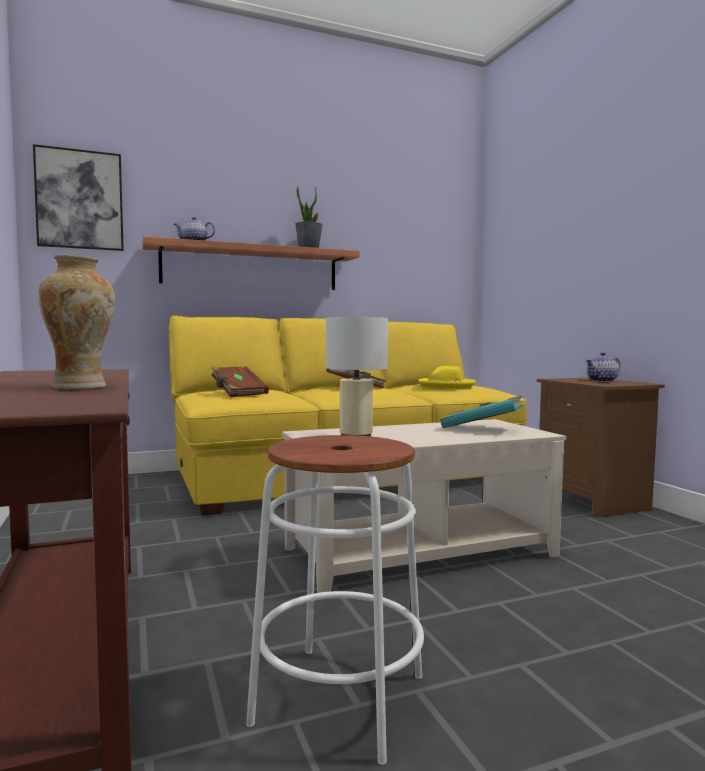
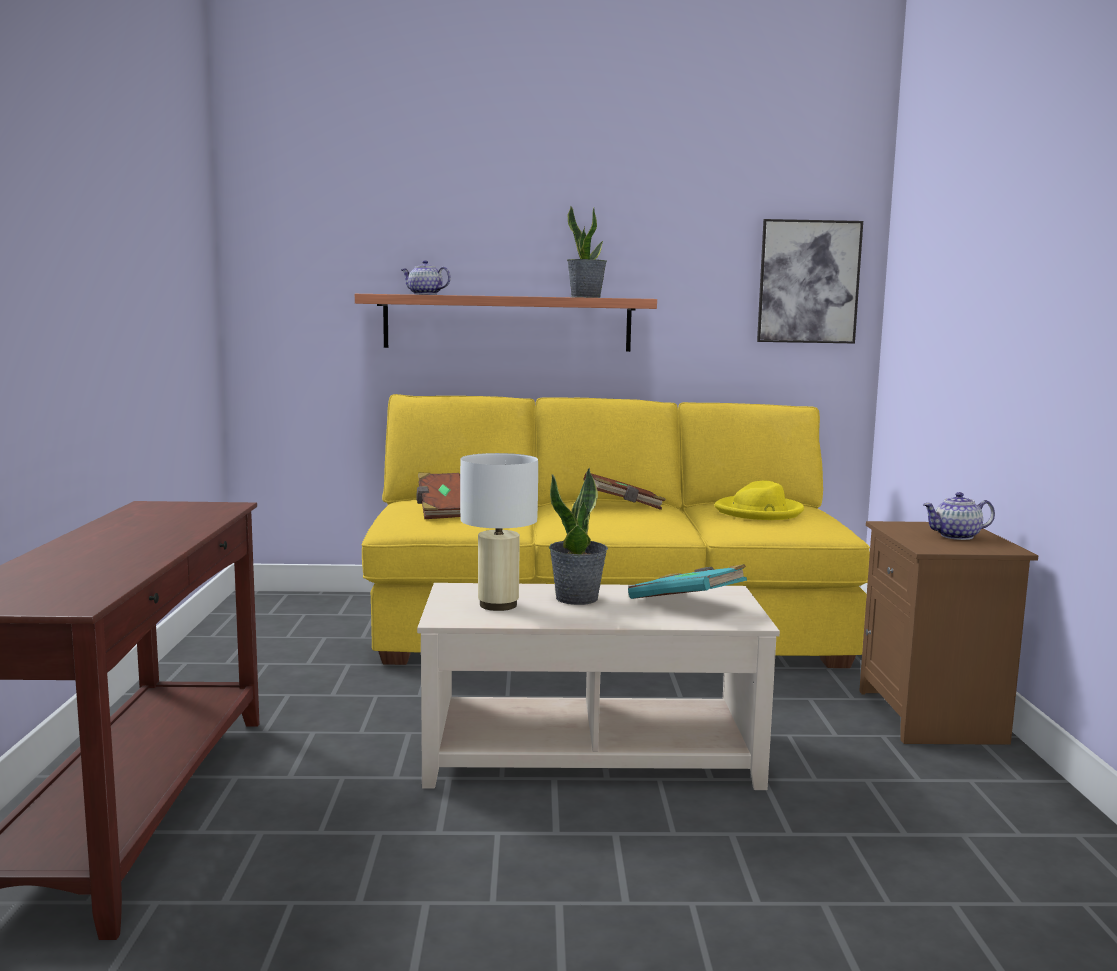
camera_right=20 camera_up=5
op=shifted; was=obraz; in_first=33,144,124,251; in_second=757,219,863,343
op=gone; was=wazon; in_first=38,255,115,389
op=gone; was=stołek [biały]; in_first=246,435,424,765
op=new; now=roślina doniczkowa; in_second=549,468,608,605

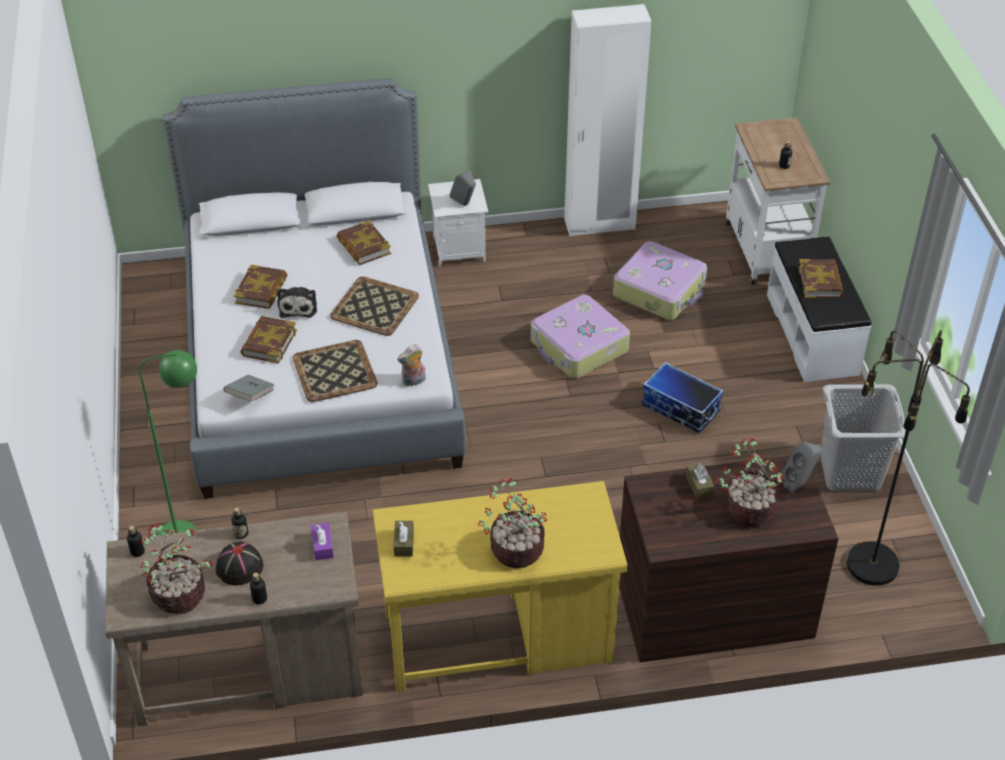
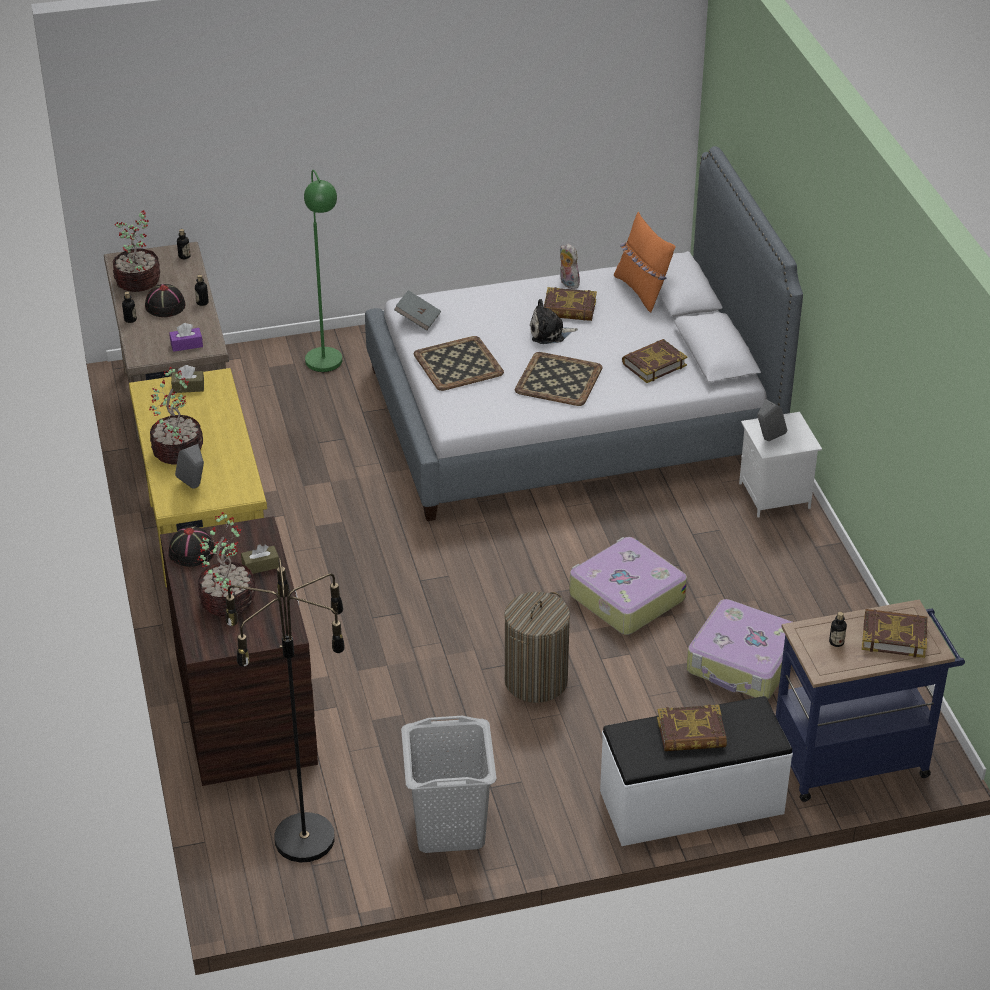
camera_right=85 camera_up=-5
op=shifted; was=książka; in_first=241,316,297,364; in_second=862,609,928,658
op=shifted; was=pluszak; in_first=397,344,426,387; in_second=560,244,580,289
op=gone; was=szafa [biały]; in_first=564,4,651,236
op=swapped; was=pojemnik do przechowywania; now=kosz na pranie; in_first=642,362,724,433; in_second=504,592,570,703
op=repainted; was=wózek [biały]; now=wózek [niebieski]; in_first=726,118,830,285; in_second=776,599,965,802
op=shifted; was=głośnik [szary]; in_first=781,442,822,493; in_second=175,444,204,489
op=new; now=kapelusz [czarny]; in_second=168,526,215,567
op=new; now=poduszka [pomarańczowy]; in_second=614,212,676,312

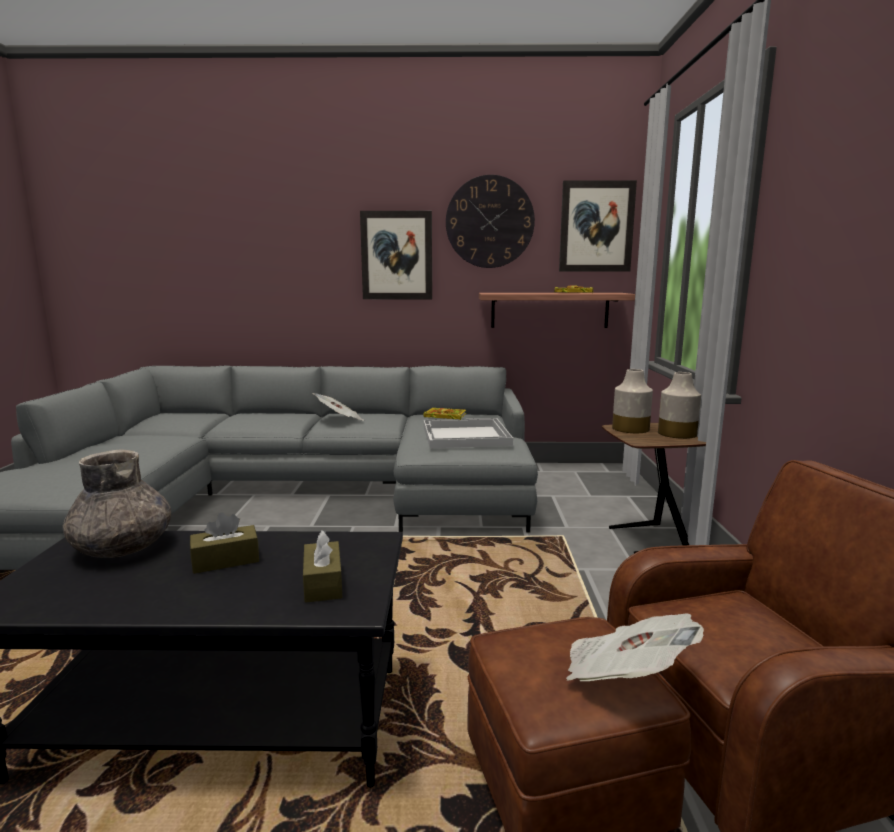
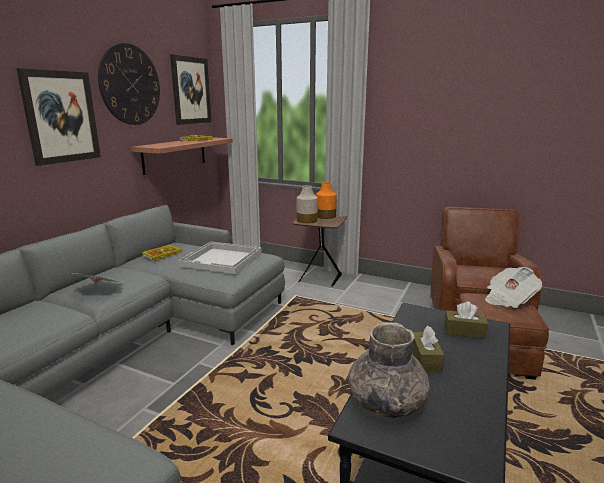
camera_right=-65 camera_up=5
op=repainted; was=wazon [beżowy]; now=wazon [pomarańczowy]; in_first=658,372,701,439; in_second=316,182,337,219

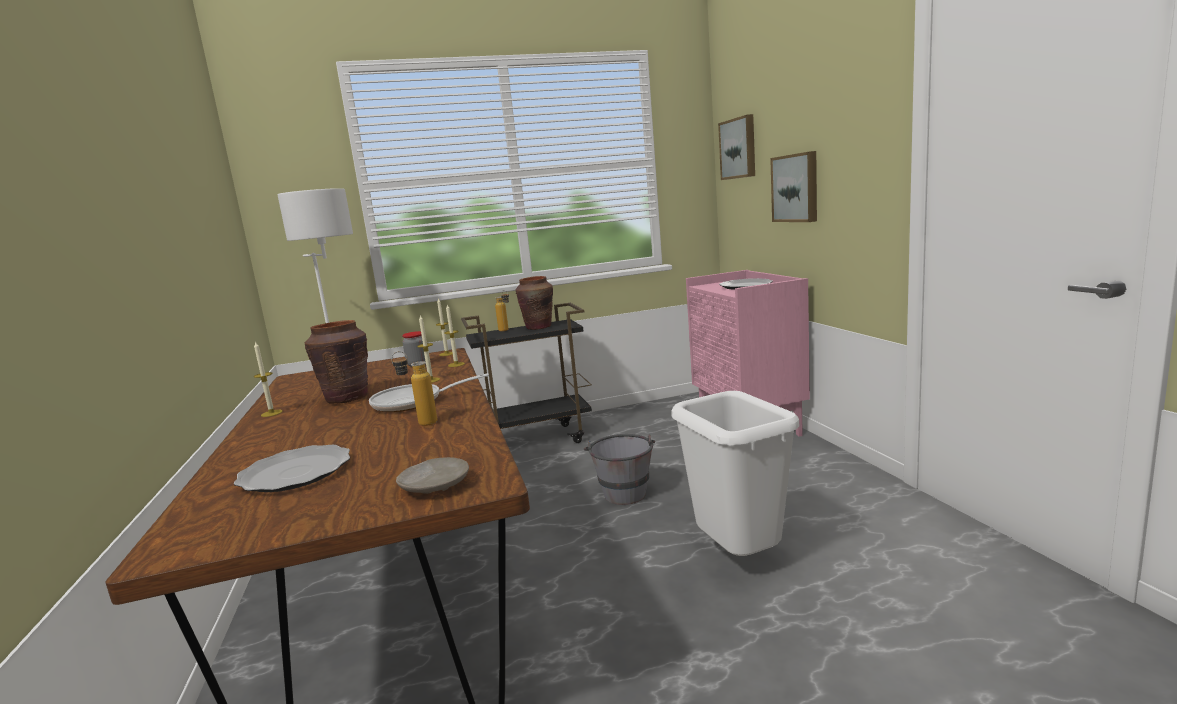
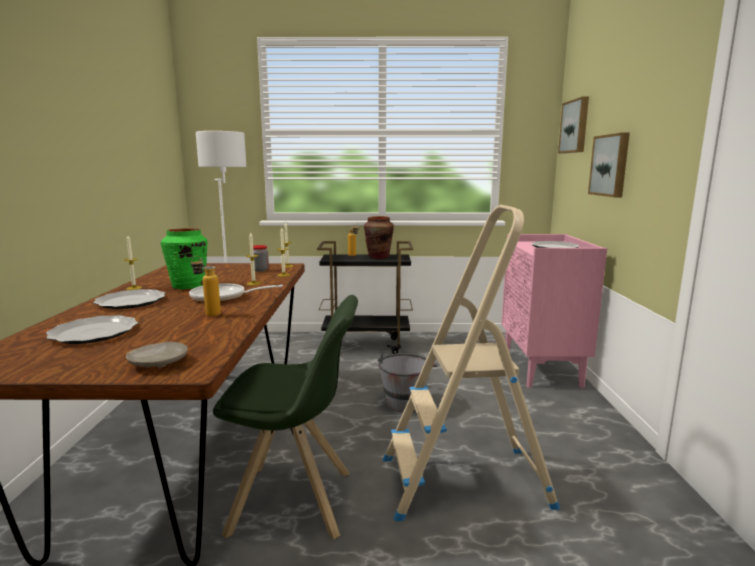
camera_right=15 camera_up=0
op=repainted; was=wazon [brązowy]; now=wazon [zielony]; in_first=305,320,368,403; in_second=160,228,208,289
op=swapped; was=kosz na śmieci [biały]; now=drabinka [beżowy]; in_first=671,391,799,556; in_second=383,205,560,521
op=new; now=talerz; in_second=93,289,165,309
op=new; now=krzesło [zielony]; in_second=213,295,358,539

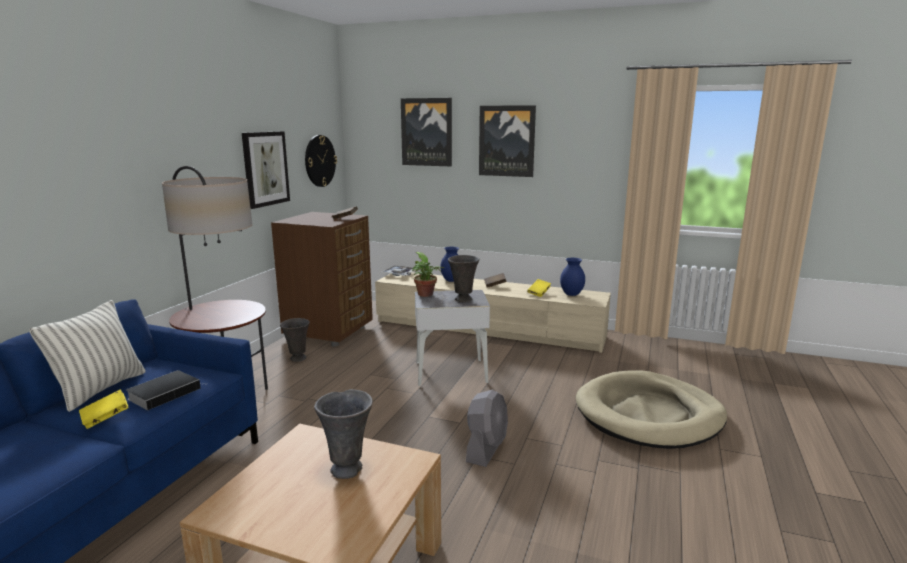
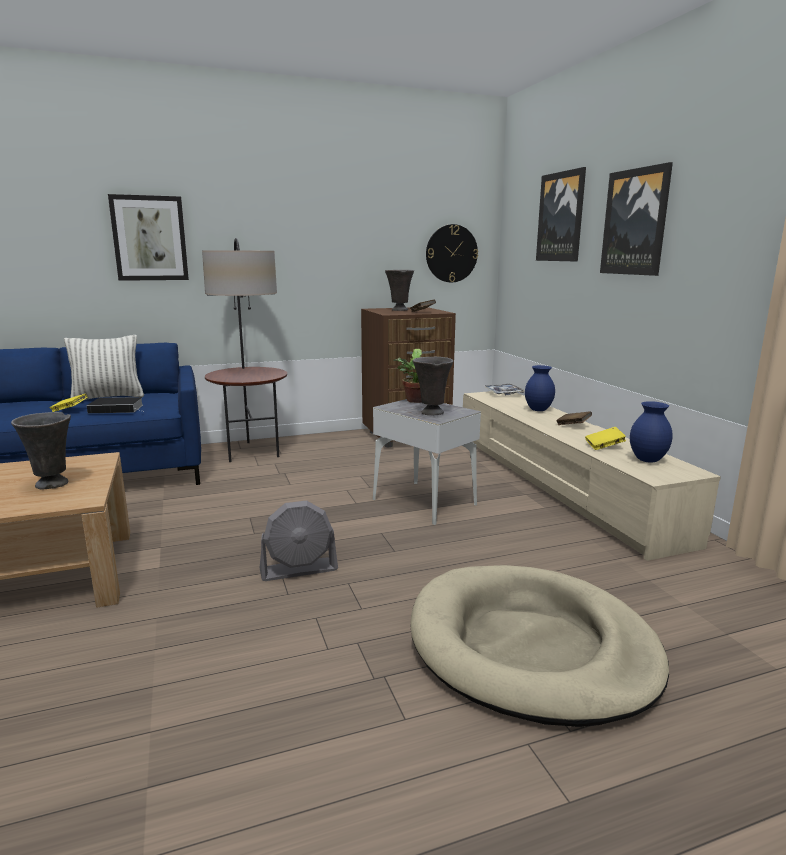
camera_right=50 camera_up=0
op=shifted; was=obraz; in_first=242,131,290,209; in_second=108,194,189,281
op=shifted; was=wazon [szary]; in_first=280,318,310,362; in_second=385,270,414,311

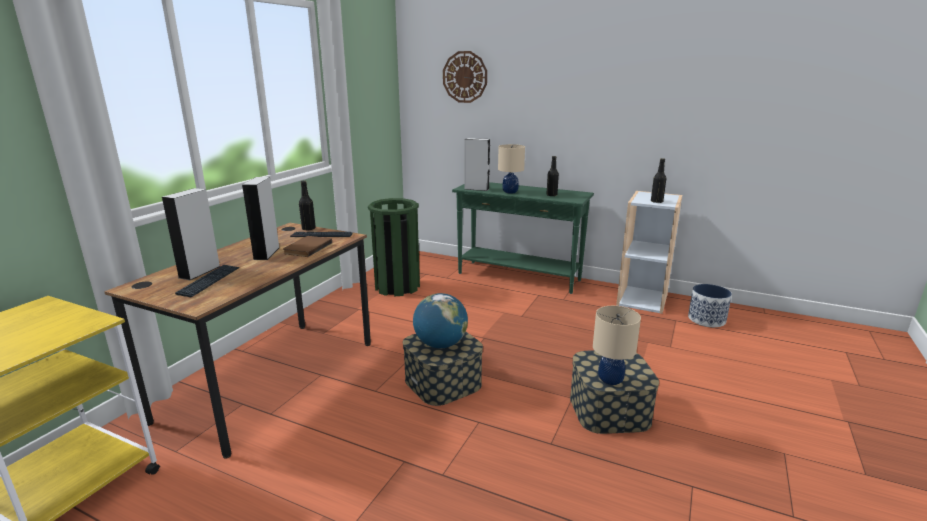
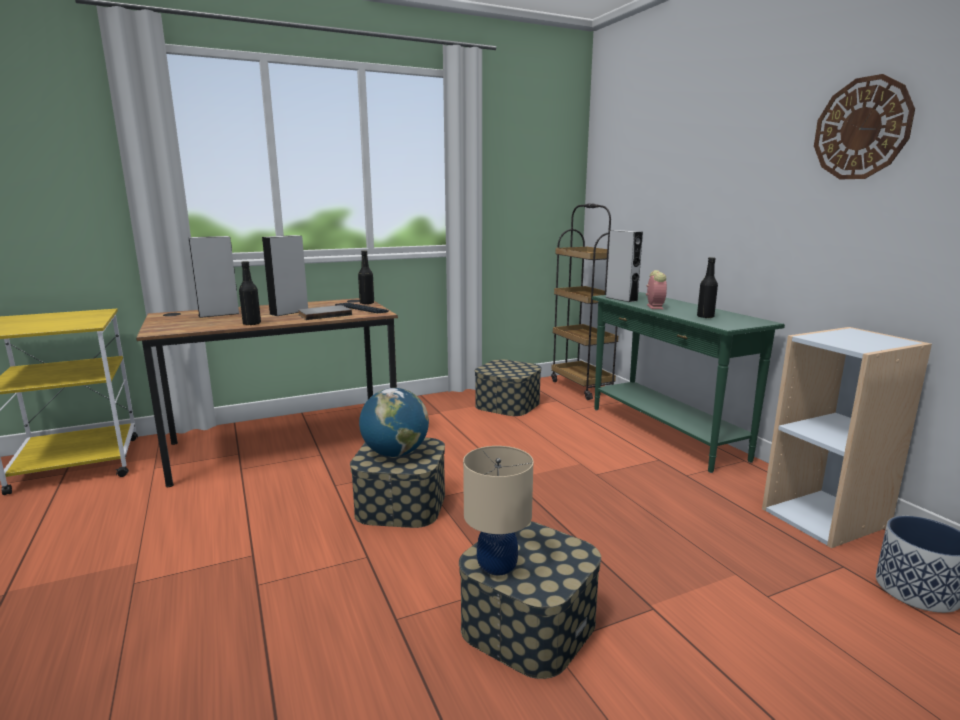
camera_right=40 camera_up=-5
op=gone; was=klawiatura; in_first=175,265,239,297
op=repainted; was=książka [brązowy]; now=książka [szary]; in_first=283,236,332,257; in_second=298,305,352,320
op=swapped; was=kosz na śmieci [zielony]; now=pojemnik do przechowywania; in_first=368,198,420,297; in_second=475,360,542,416
op=shifted; was=zegar ścienny; in_first=443,51,487,103; in_second=814,74,915,179
op=swapped; was=lampa stołowa [beżowy]; now=budzik; in_first=498,144,525,194; in_second=646,270,667,309
op=shifted; was=butelka [czarny]; in_first=651,158,666,203; in_second=239,261,261,325
op=new; now=wózek [brązowy]; in_second=551,203,618,400

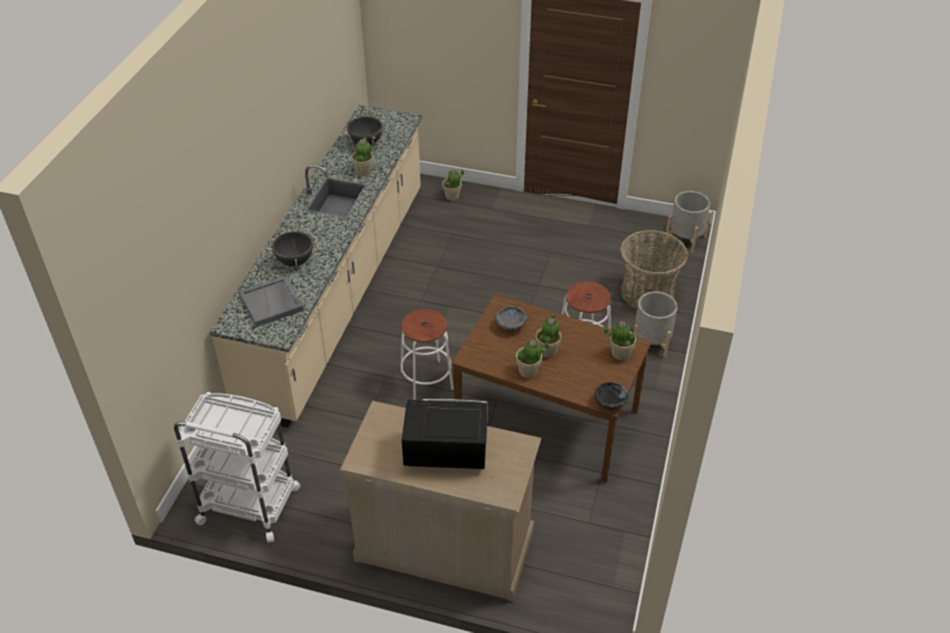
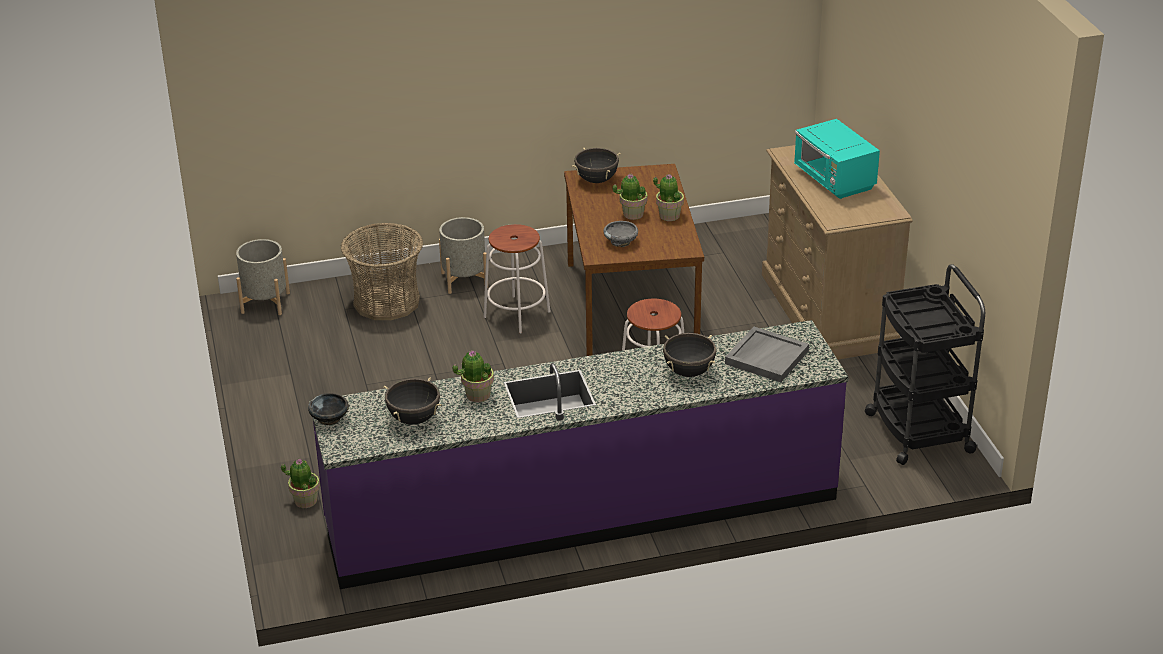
camera_right=-120 camera_up=-10
op=repainted; was=wózek [biały]; now=wózek [czarny]; in_first=174,392,300,543; in_second=865,264,985,465
op=repainted; was=zabudowa kuchenna [beżowy]; now=zabudowa kuchenna [fioletowy]; in_first=210,105,422,428; in_second=309,320,849,589
op=repainted; was=mikrofalówka [czarny]; now=mikrofalówka [turkusowy]; in_first=402,399,487,469; in_second=794,119,880,199
op=shifted; was=miska [czarny]; in_first=595,382,628,410; in_second=308,393,349,425
op=swapped; was=roślina doniczkowa; now=garnek [czarny]; in_first=604,321,636,361; in_second=572,147,621,183

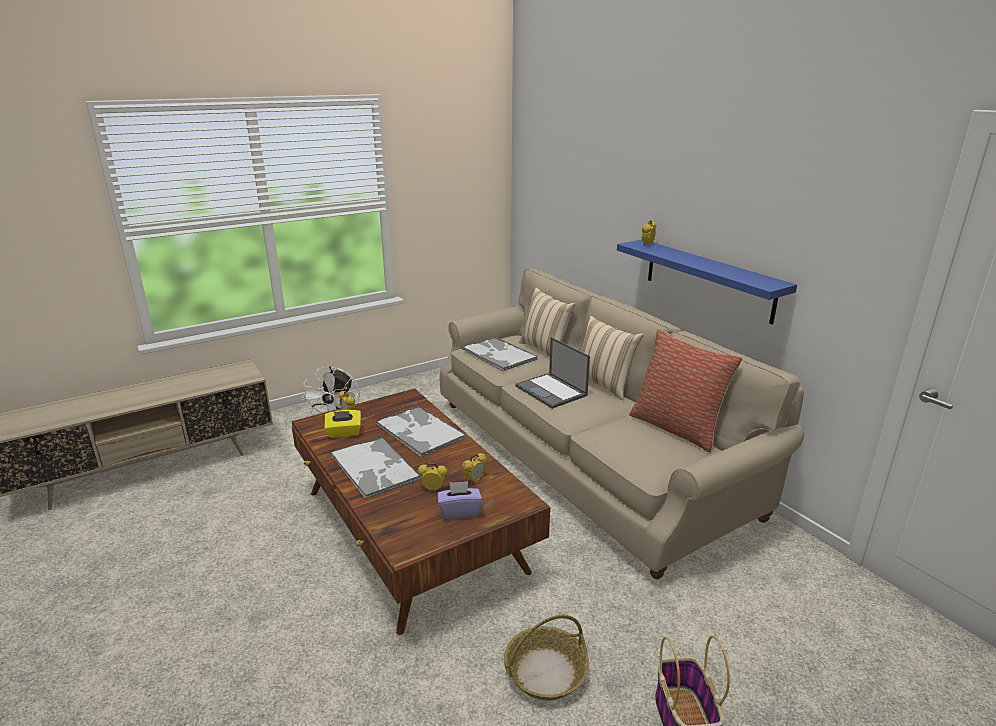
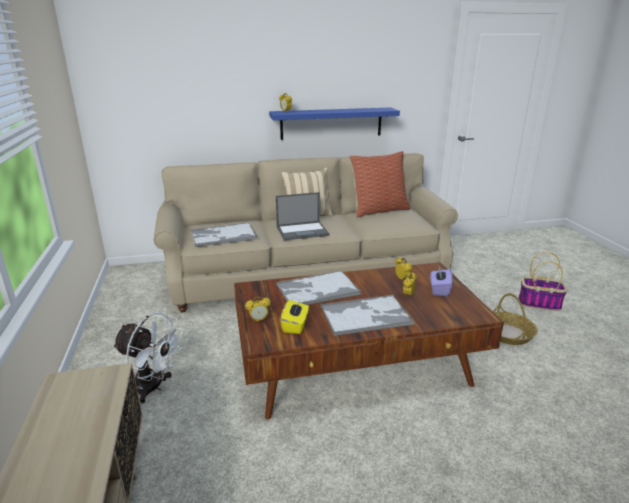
camera_right=-70 camera_up=0
op=gone; was=poduszka [beżowy]; in_first=519,288,575,357

